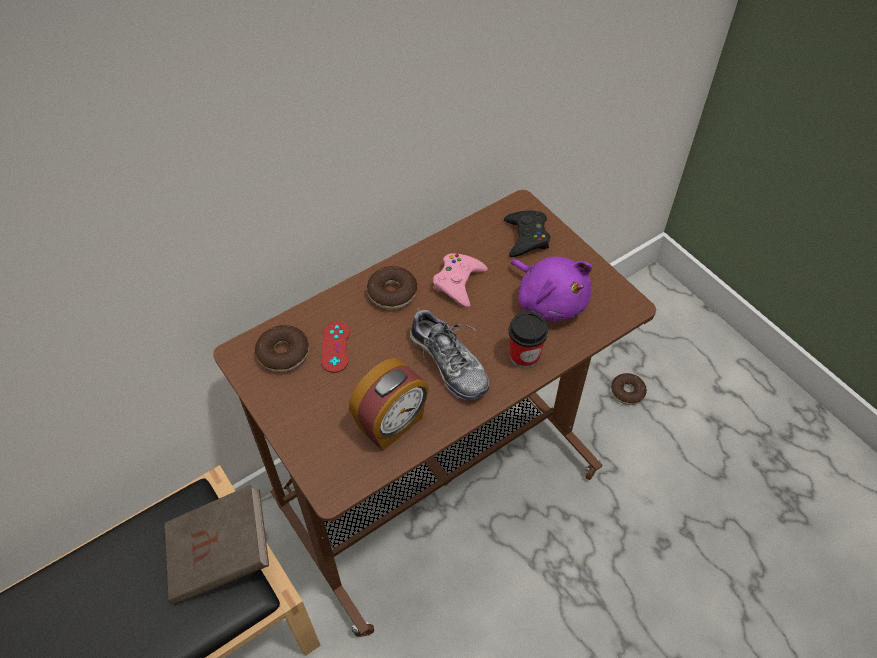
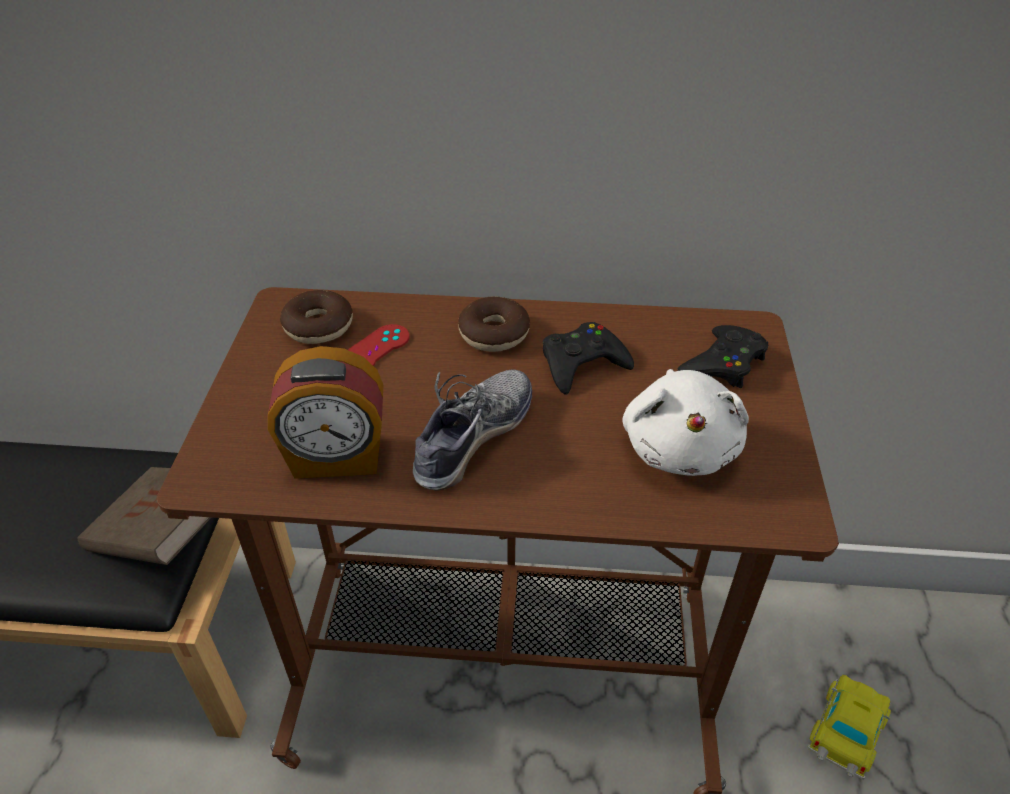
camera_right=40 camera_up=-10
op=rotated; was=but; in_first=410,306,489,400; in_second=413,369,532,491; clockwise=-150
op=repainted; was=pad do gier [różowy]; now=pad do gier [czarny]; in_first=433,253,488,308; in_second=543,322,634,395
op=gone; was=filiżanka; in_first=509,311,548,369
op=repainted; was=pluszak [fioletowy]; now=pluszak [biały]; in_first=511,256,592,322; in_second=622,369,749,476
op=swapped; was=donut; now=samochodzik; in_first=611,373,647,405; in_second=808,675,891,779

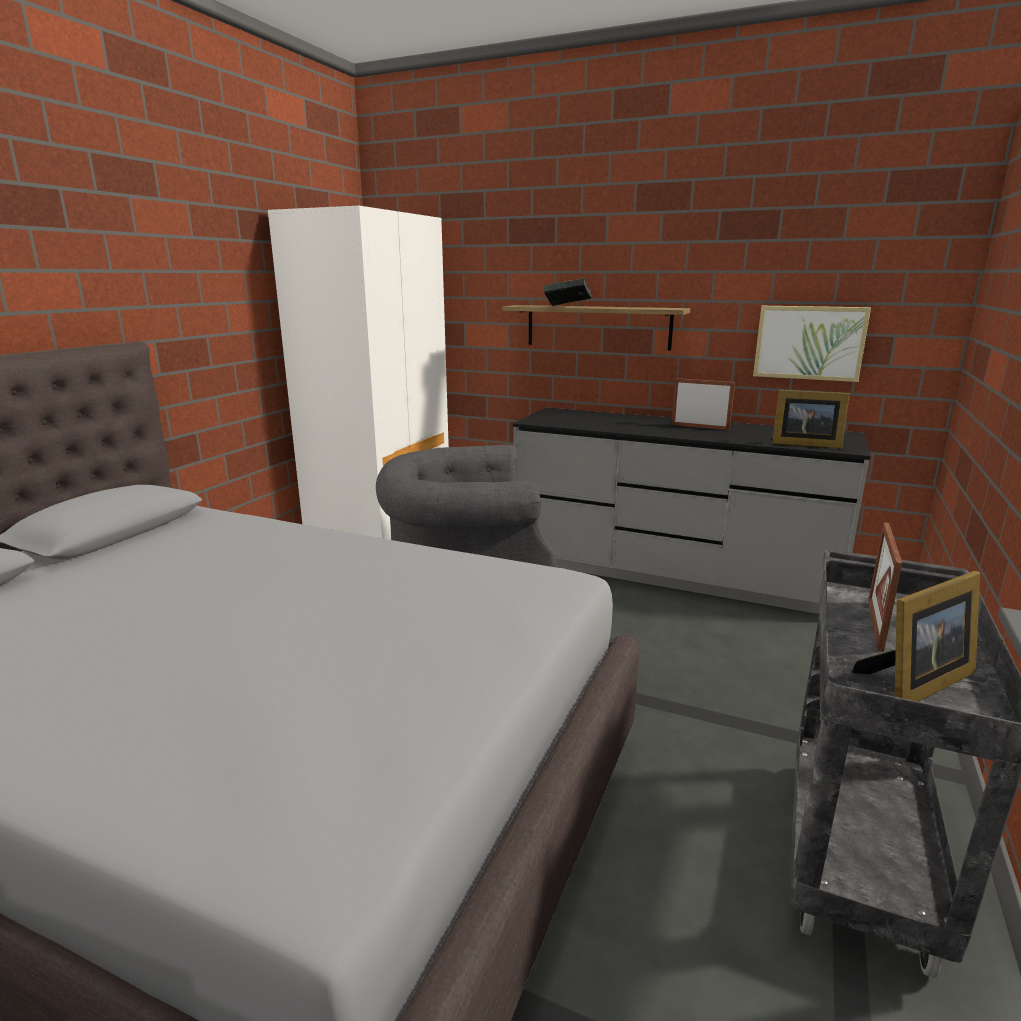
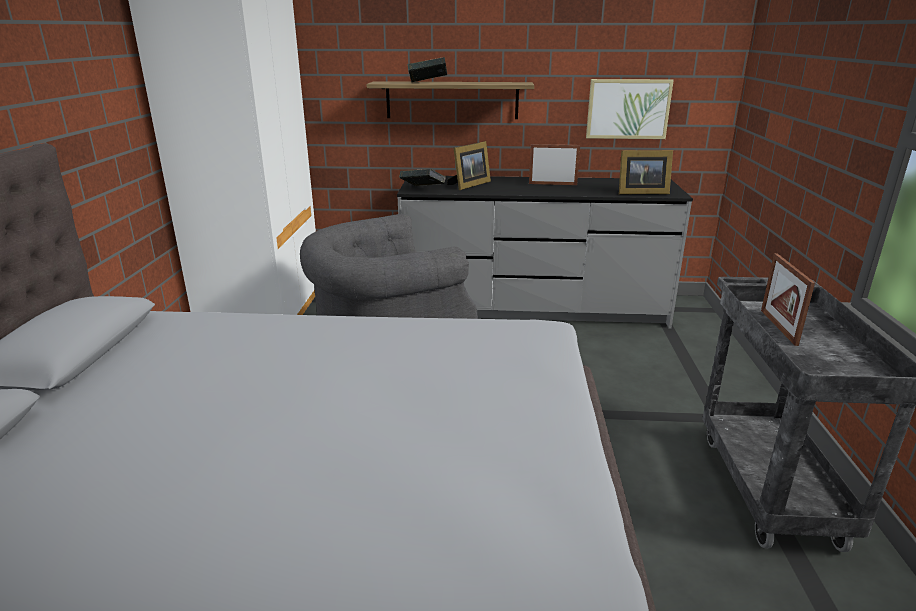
camera_right=-20 camera_up=5
op=shifted; was=ramka na zdjęcie; in_first=852,571,980,702; in_second=447,141,491,190
op=new; now=książka; in_second=399,169,446,186

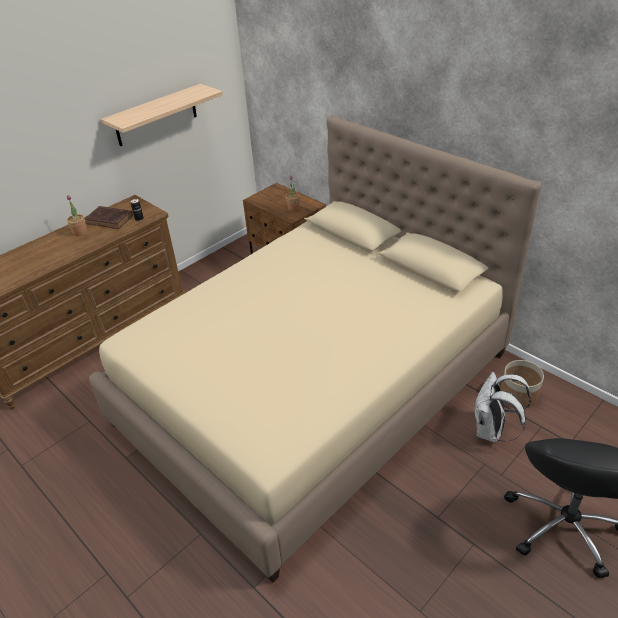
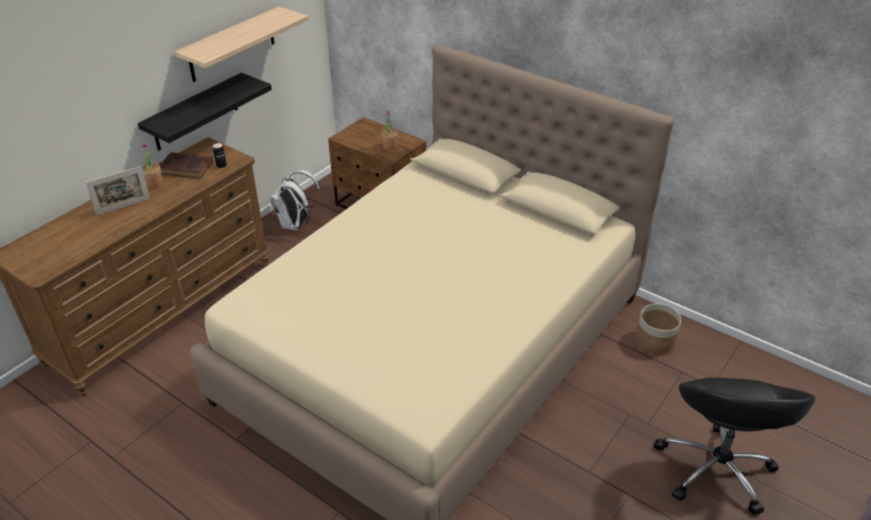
camera_right=-10 camera_up=0
op=shifted; was=plecak [biały]; in_first=474,372,531,442; in_second=270,170,322,231
op=new; now=ramka na zdjęcie; in_second=86,166,151,215
op=new; now=półka [czarny]; in_second=138,73,272,151

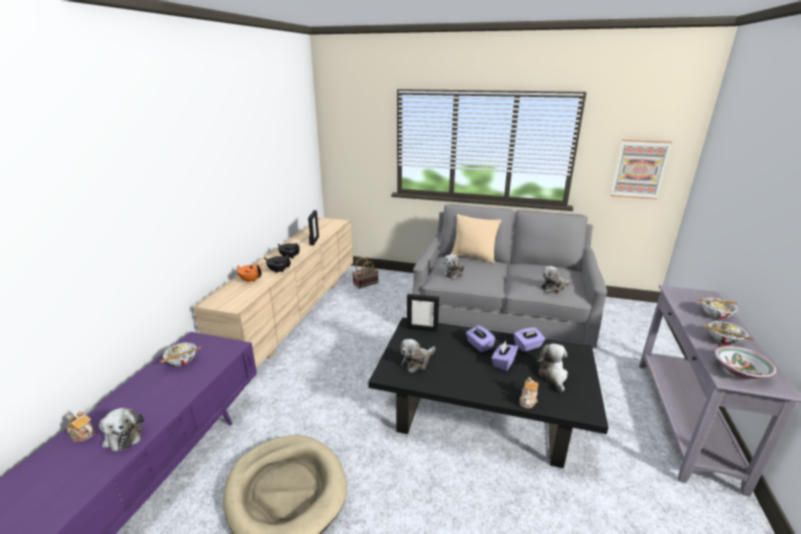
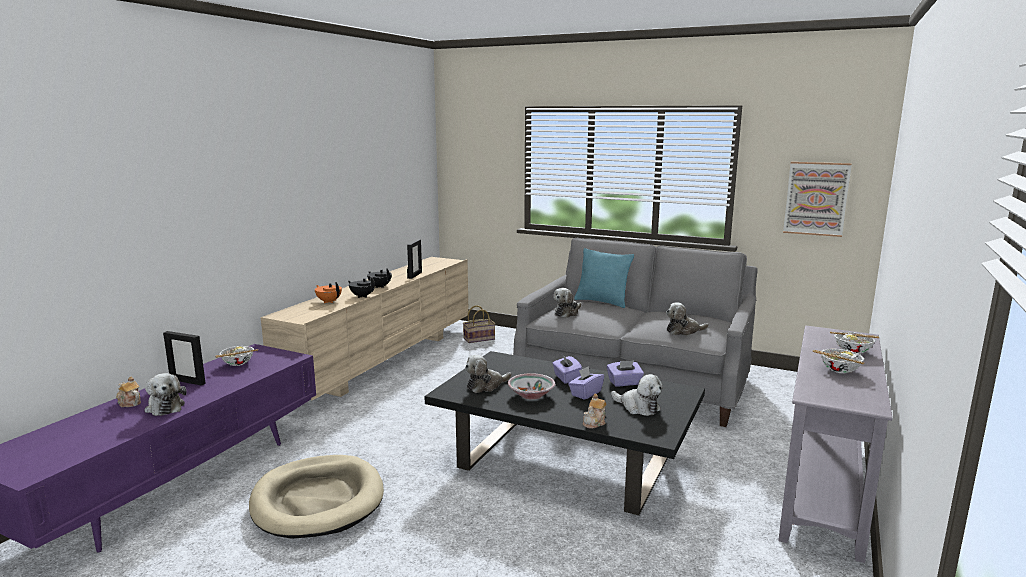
camera_right=10 camera_up=-10
op=shifted; was=ramka na zdjęcie; in_first=407,294,439,332; in_second=163,331,206,386
op=repainted; was=poduszka [beżowy]; now=poduszka [turkusowy]; in_first=451,214,501,263; in_second=574,248,634,308
op=rotated; was=pluszak; in_first=537,343,568,392; in_second=611,374,663,416; clockwise=120
op=shifted; was=miska; in_first=715,346,776,379; in_second=508,373,555,399

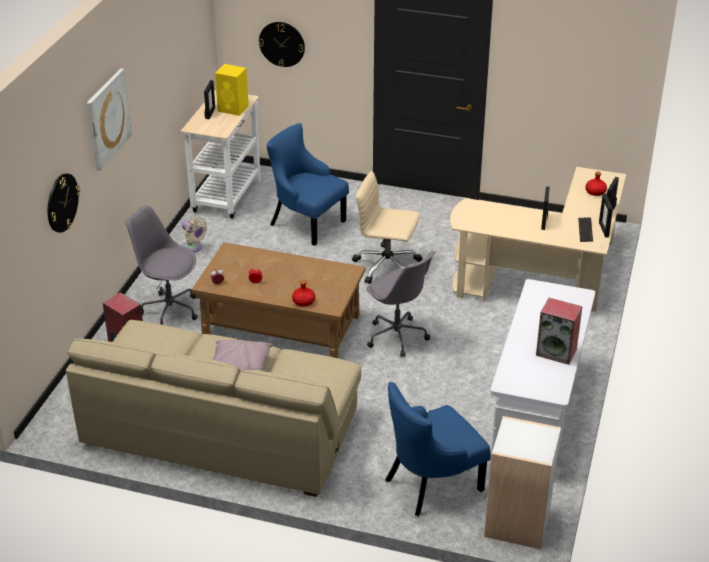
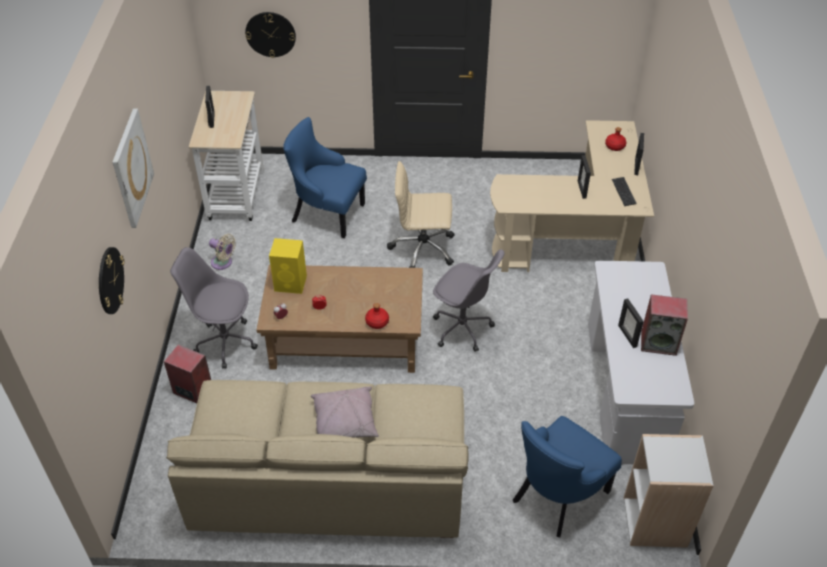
camera_right=-15 camera_up=10
op=shifted; was=głośnik [żółty]; in_first=215,64,249,116; in_second=269,238,307,294
op=shifted; was=ramka na zdjęcie; in_first=599,194,613,237; in_second=618,299,644,348

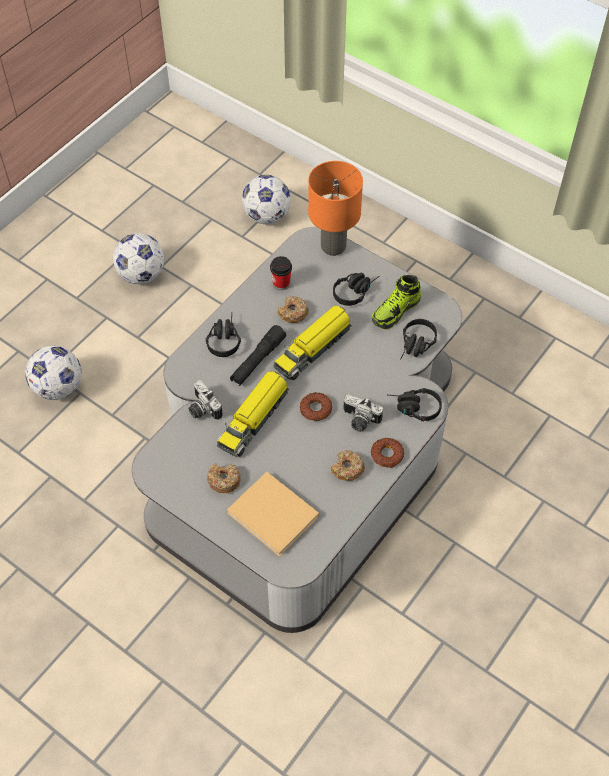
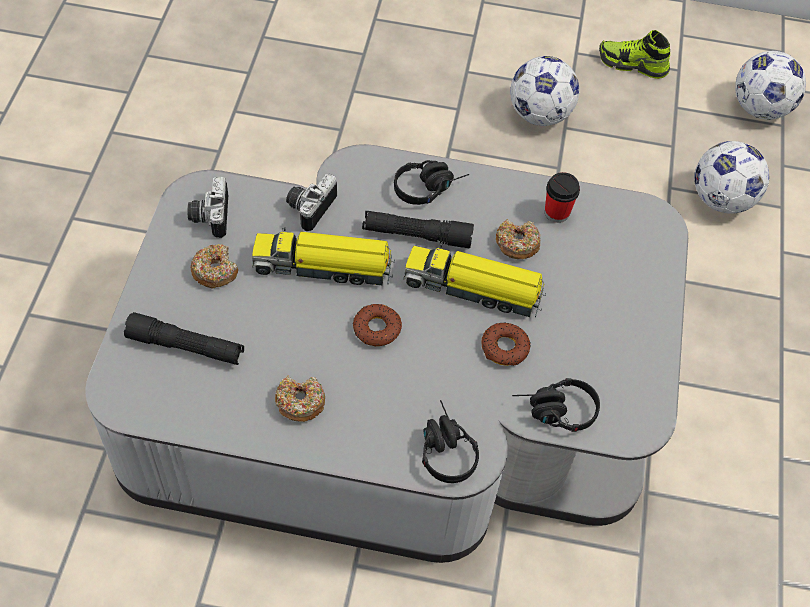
camera_right=60 camera_up=0
op=shifted; was=piłka futbolowa; in_first=25,346,82,400; in_second=735,51,806,120
op=swapped; was=książka [beżowy]; now=latarka [czarny]; in_first=227,472,319,557; in_second=124,312,244,365
op=gone; was=lampa stołowa [pomarańczowy]; in_first=308,161,363,256
op=gone; was=słuchawki [czarny]; in_first=333,273,379,306
op=shifted; was=aparat fotograficzny; in_first=343,394,383,432; in_second=187,176,228,238
op=shifted; was=donut; in_first=371,438,405,468; in_second=482,322,531,366
op=shifted; was=but; in_first=372,275,421,329; in_second=599,30,670,79

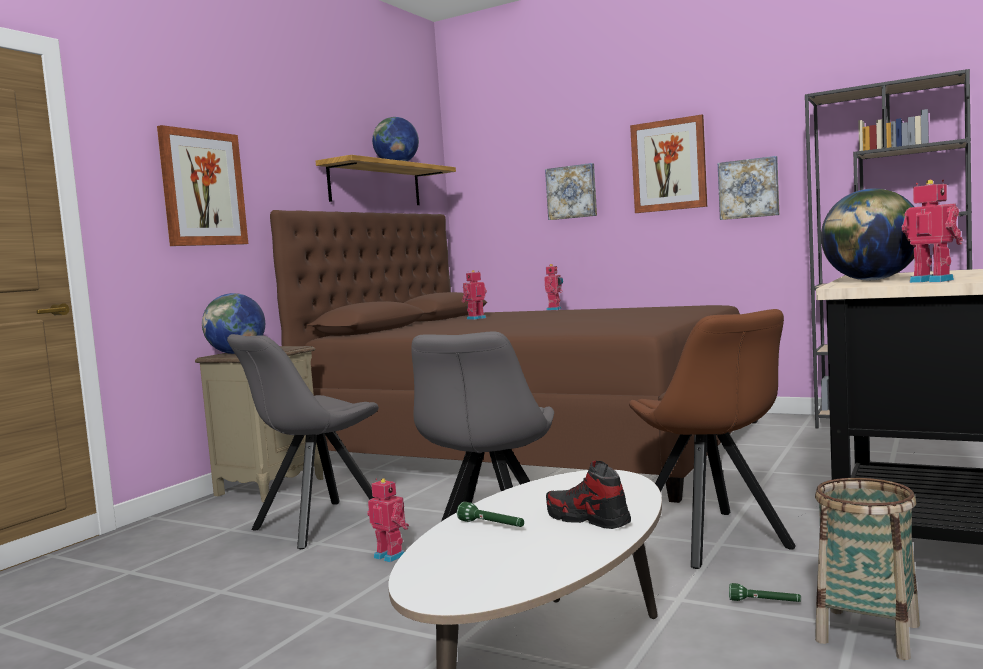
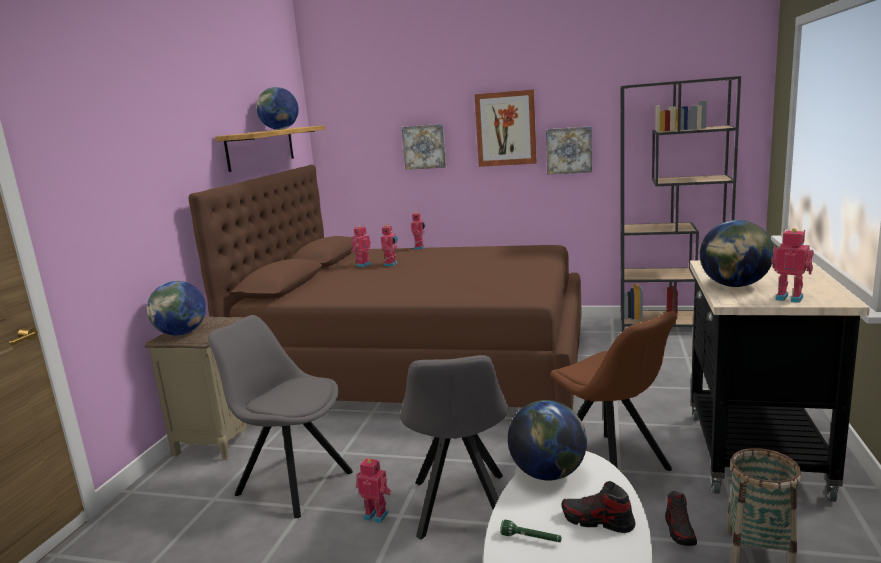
camera_right=-15 camera_up=10
op=gone; was=obraz; in_first=157,125,248,246
op=rotated; was=krzesło [szary]; in_first=227,334,379,549; in_second=208,315,353,518; clockwise=90
op=swapped; was=latarka [zielony]; now=but; in_first=729,583,801,602; in_second=665,491,697,546
op=new; now=robot zabawkowy; in_second=381,224,398,266
op=new; now=globus; in_second=508,400,587,481

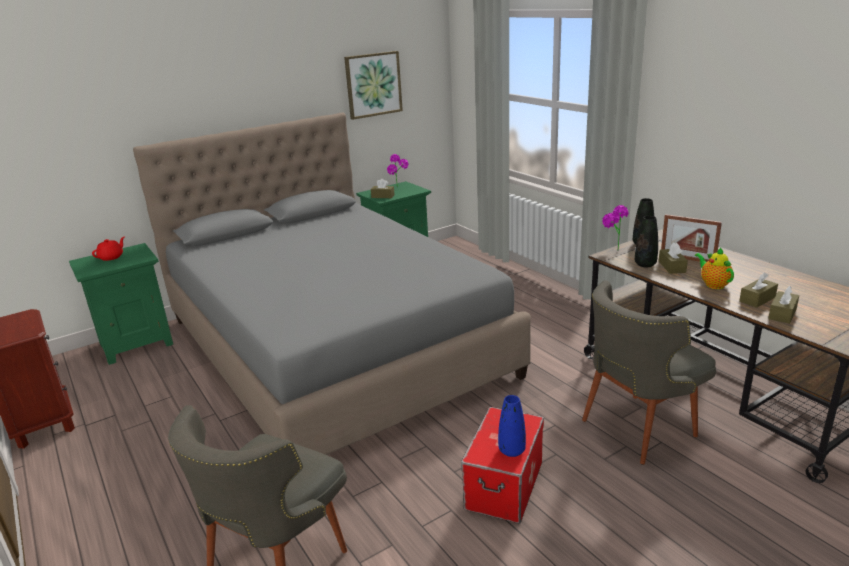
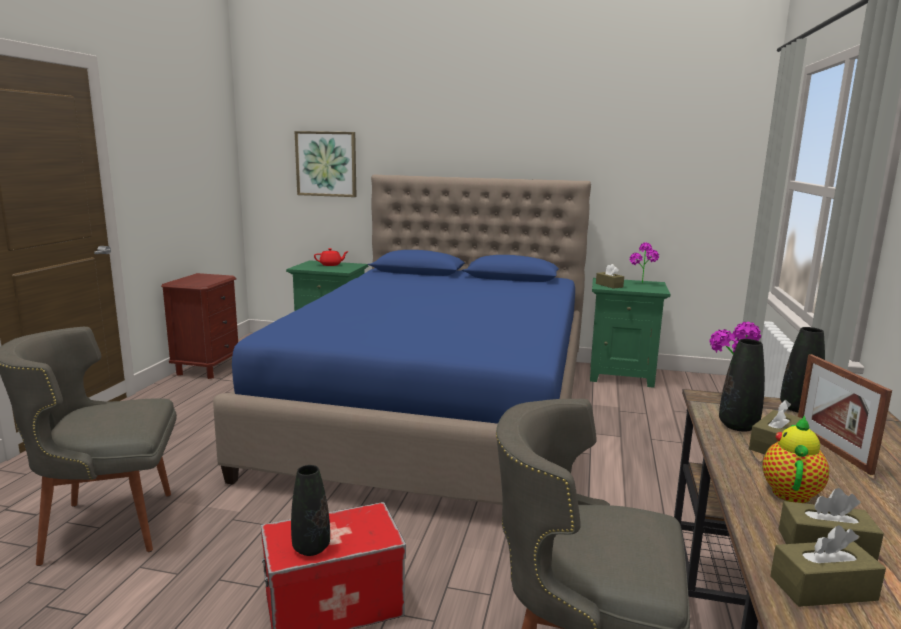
camera_right=45 camera_up=-10
op=repainted; was=łóżko [szary]; now=łóżko [niebieski]; in_first=133,113,531,455; in_second=213,175,591,505
op=shifted; was=obraz; in_first=344,51,403,120; in_second=295,131,357,197
op=repainted; was=wazon [niebieski]; now=wazon [czarny]; in_first=498,395,526,457; in_second=291,465,330,556

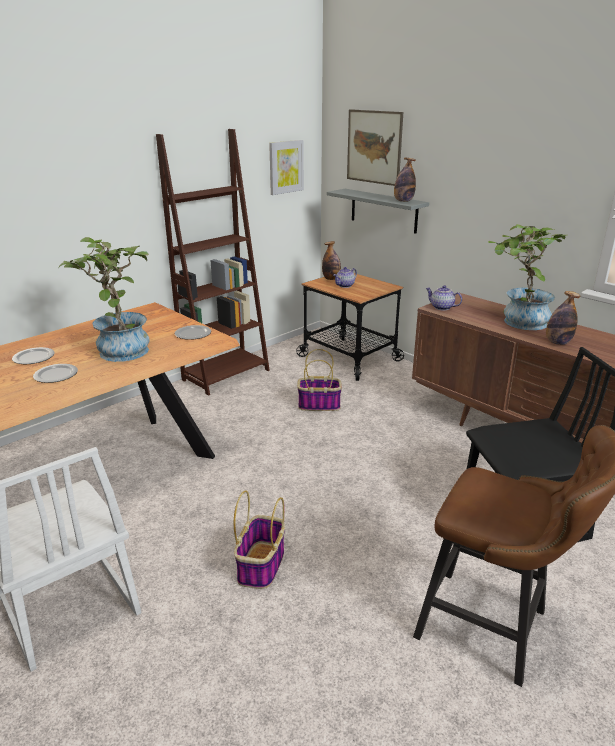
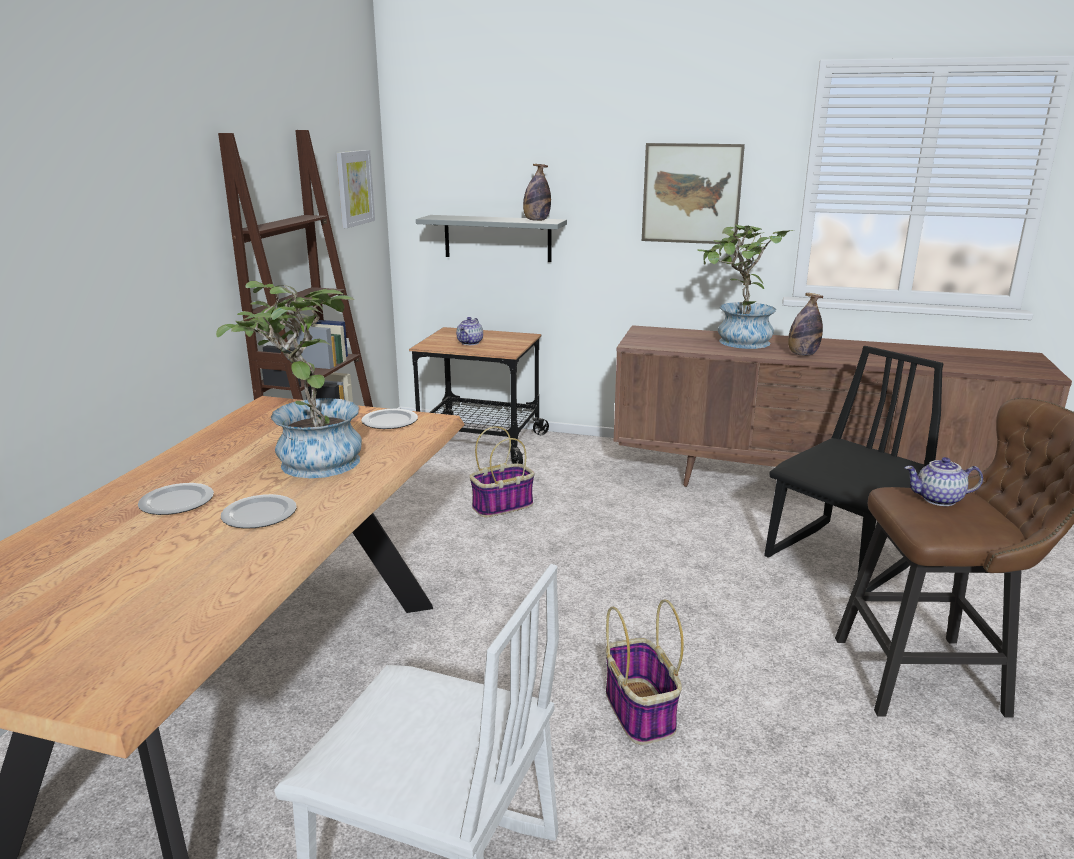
camera_right=-30 camera_up=-5
op=gone; was=butelka; in_first=322,241,341,280
op=shifted; was=obraz; in_first=347,109,403,186; in_second=642,143,745,244
op=shifted; was=imbryk; in_first=426,285,462,310; in_second=905,457,983,506

